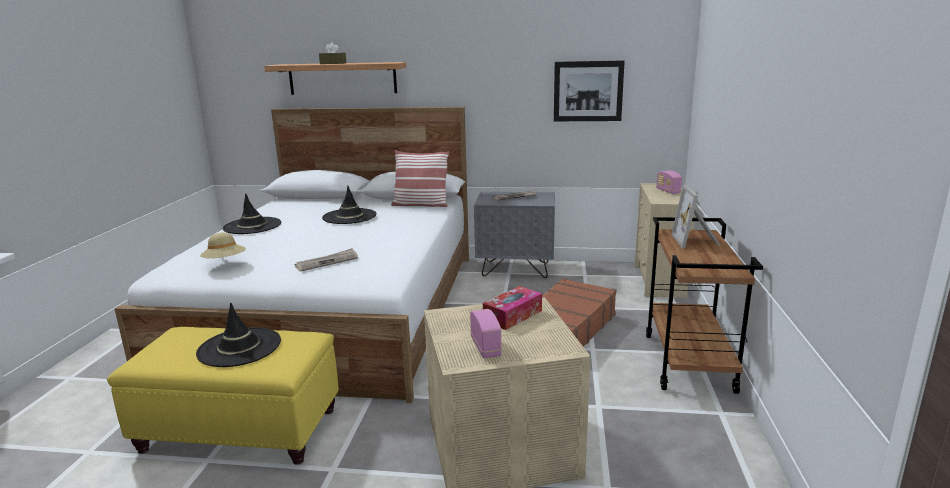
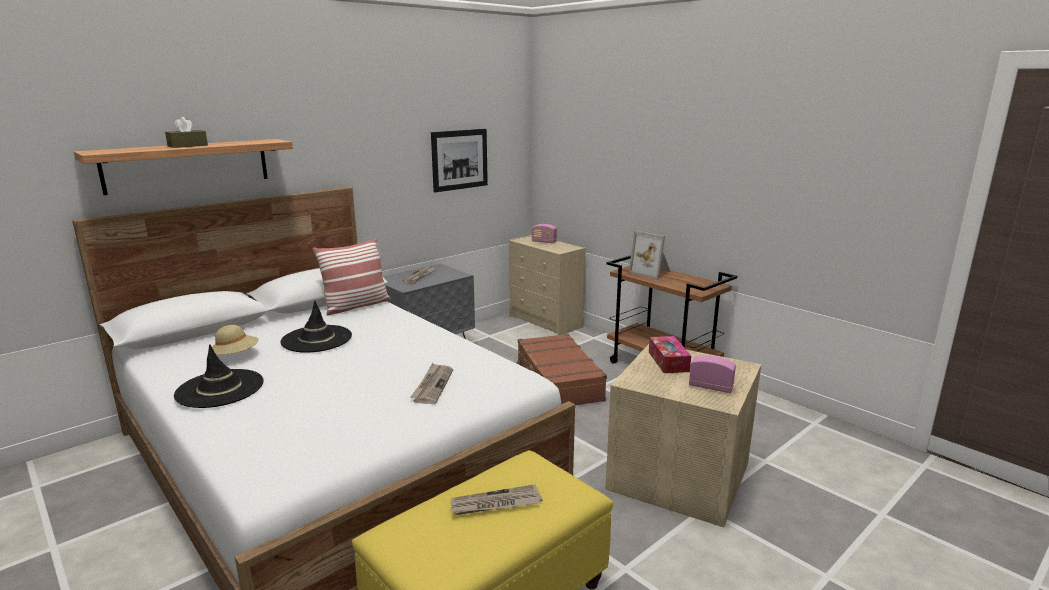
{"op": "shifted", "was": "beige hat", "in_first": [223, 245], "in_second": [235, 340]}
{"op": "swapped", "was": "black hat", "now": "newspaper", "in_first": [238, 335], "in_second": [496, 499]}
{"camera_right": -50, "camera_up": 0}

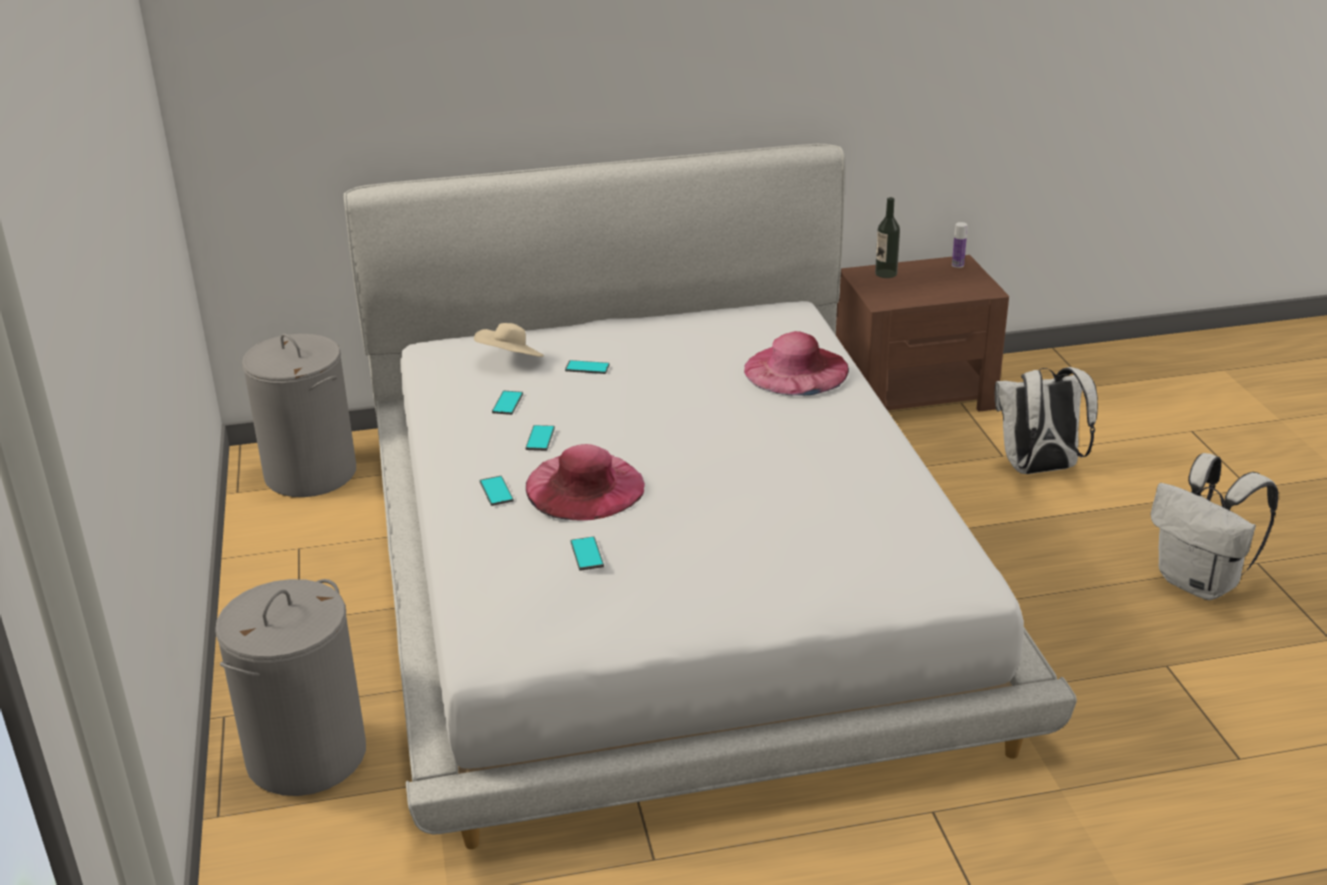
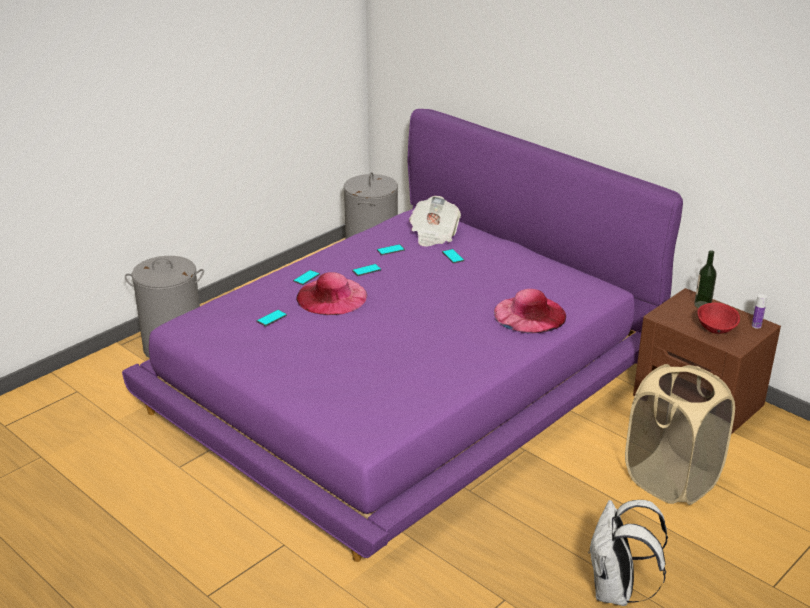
{"op": "repainted", "was": "white bed", "now": "purple bed", "in_first": [710, 496], "in_second": [402, 335]}
{"op": "swapped", "was": "beige hat", "now": "newspaper", "in_first": [509, 340], "in_second": [435, 221]}
{"op": "swapped", "was": "white backpack", "now": "beige laundry basket", "in_first": [1046, 420], "in_second": [680, 434]}
{"op": "new", "now": "red bowl", "in_second": [718, 318]}
{"camera_right": 55, "camera_up": 0}

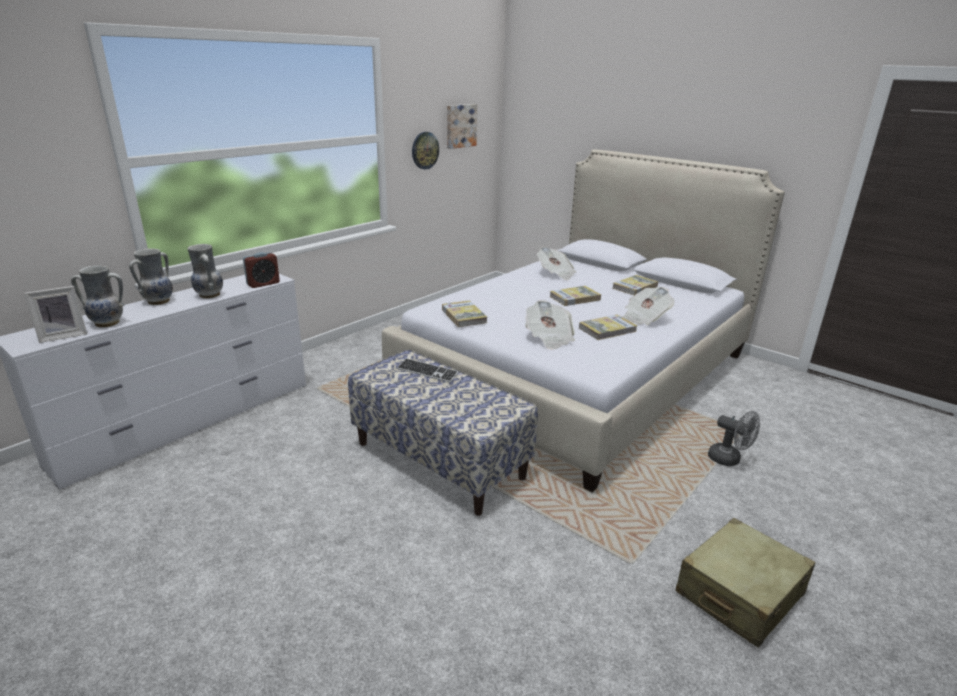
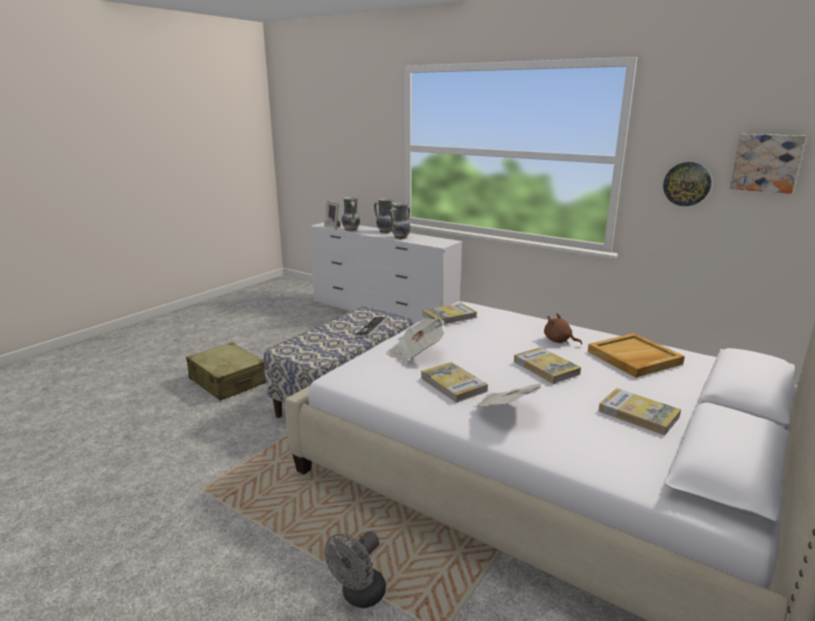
{"op": "swapped", "was": "newspaper", "now": "beige tray", "in_first": [556, 263], "in_second": [636, 355]}
{"op": "gone", "was": "alarm clock", "in_first": [261, 270]}
{"op": "shifted", "was": "beige suitcase", "in_first": [745, 582], "in_second": [226, 371]}
{"op": "new", "now": "brown plush toy", "in_second": [563, 329]}
{"camera_right": 85, "camera_up": -5}

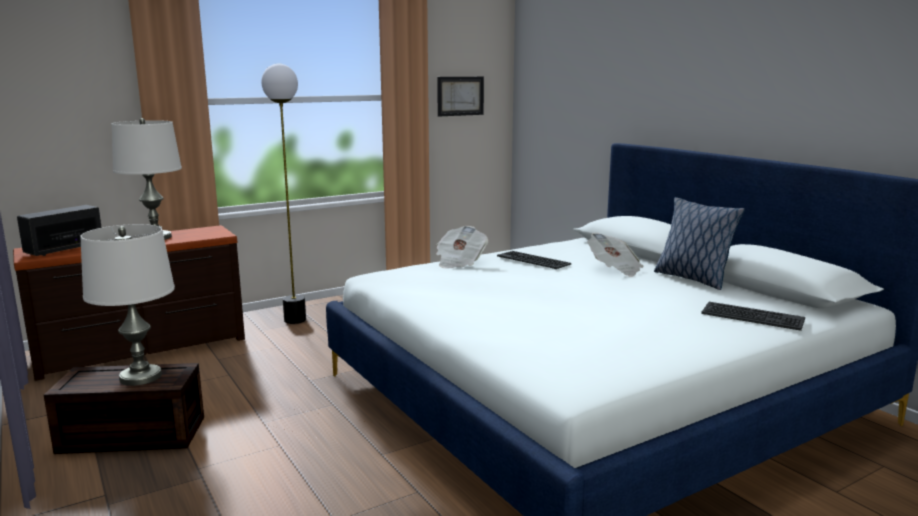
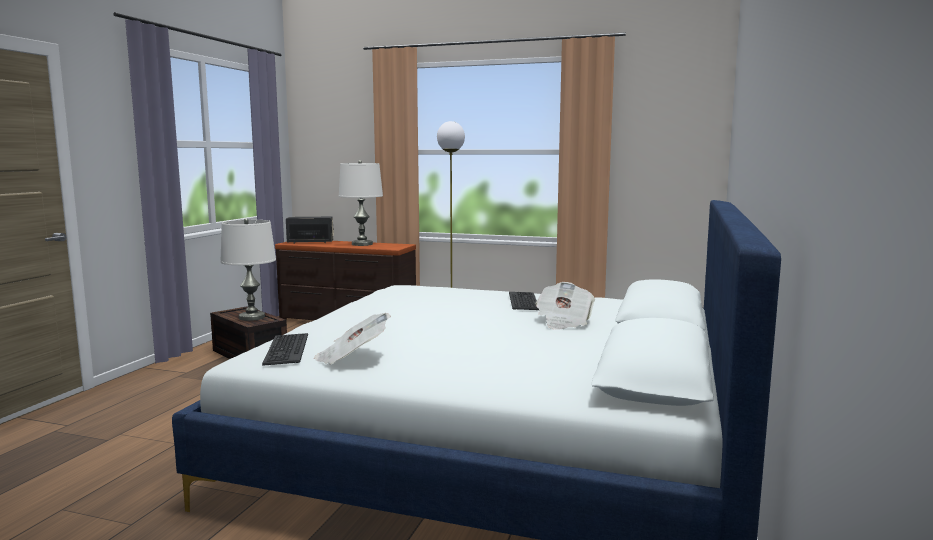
{"op": "gone", "was": "picture", "in_first": [460, 96]}
{"op": "gone", "was": "pillow", "in_first": [699, 243]}
{"op": "shifted", "was": "newspaper", "in_first": [462, 247], "in_second": [352, 339]}
{"op": "shifted", "was": "keyboard", "in_first": [753, 316], "in_second": [285, 349]}
{"camera_right": 50, "camera_up": -5}

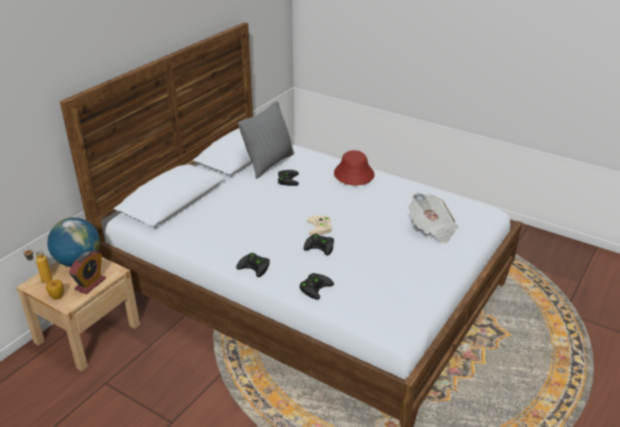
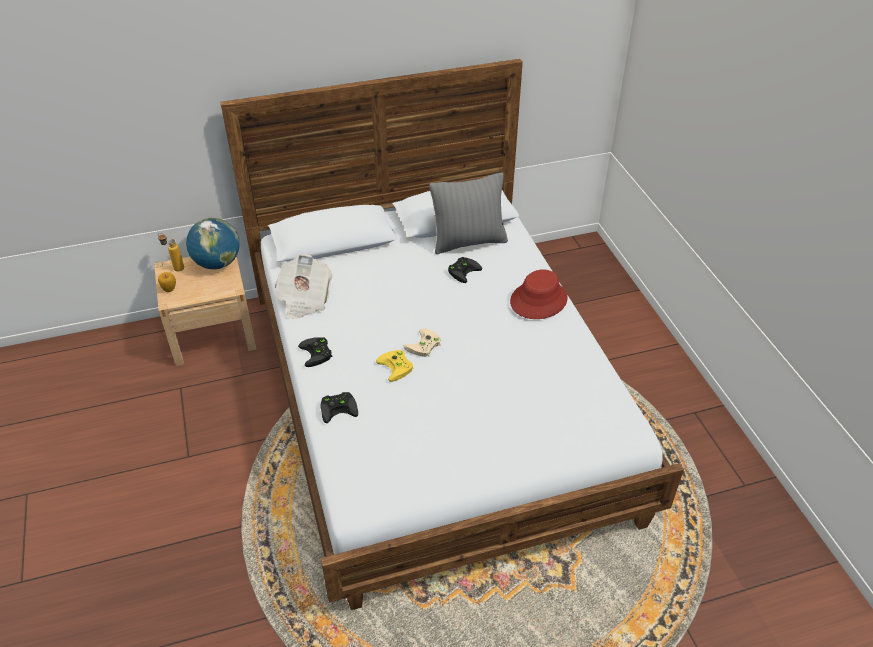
{"op": "shifted", "was": "newspaper", "in_first": [433, 218], "in_second": [304, 286]}
{"op": "repainted", "was": "black game controller", "now": "yellow game controller", "in_first": [318, 245], "in_second": [394, 366]}
{"op": "gone", "was": "alarm clock", "in_first": [87, 272]}
{"camera_right": 40, "camera_up": 10}

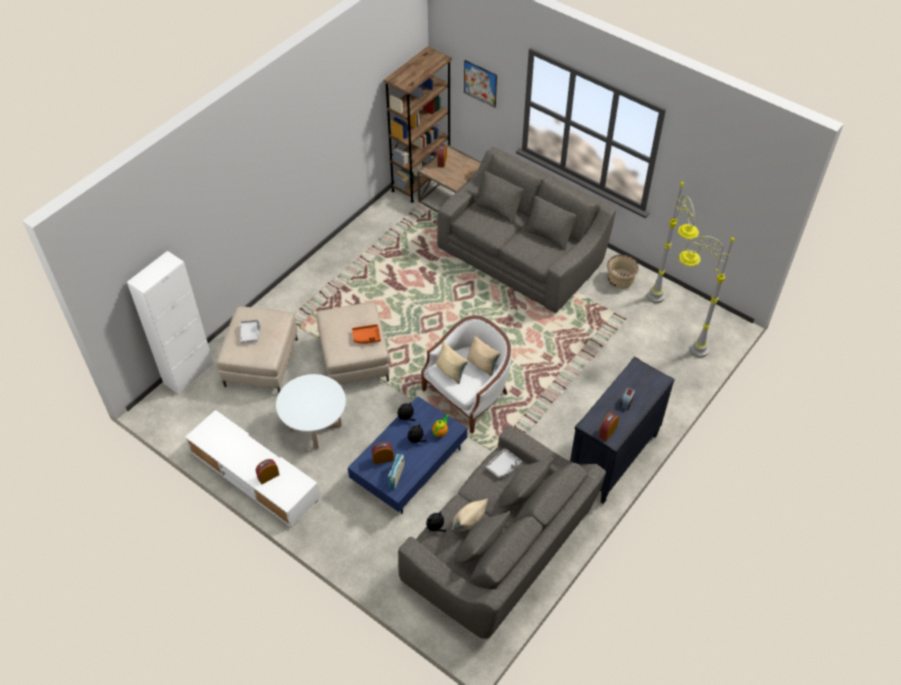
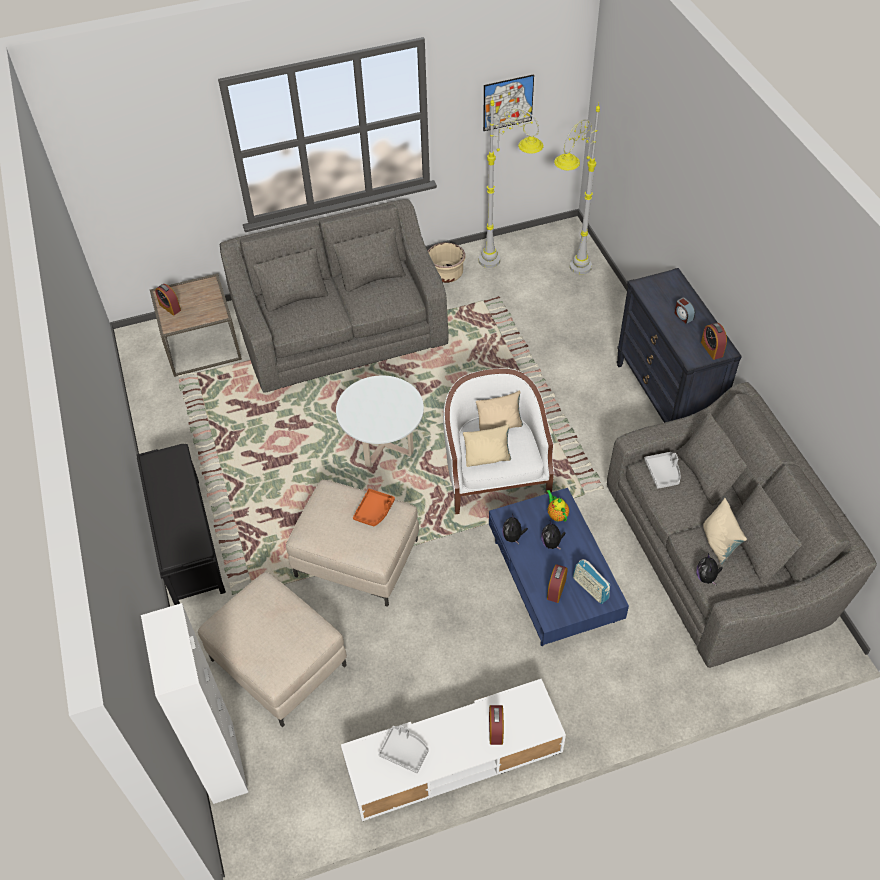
{"op": "gone", "was": "brown bookcase", "in_first": [417, 124]}
{"op": "shifted", "was": "picture", "in_first": [480, 84], "in_second": [508, 102]}
{"op": "shifted", "was": "grey tray", "in_first": [250, 331], "in_second": [403, 749]}
{"op": "shifted", "was": "white coffee table", "in_first": [311, 411], "in_second": [380, 421]}
{"op": "new", "now": "black bench", "in_second": [181, 524]}
{"camera_right": -55, "camera_up": 0}

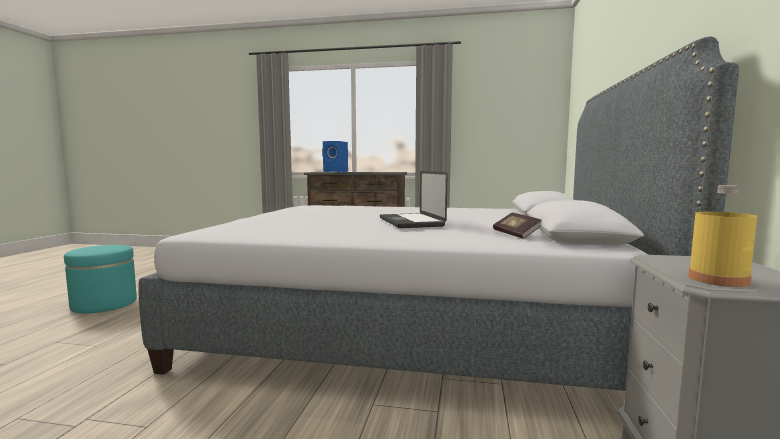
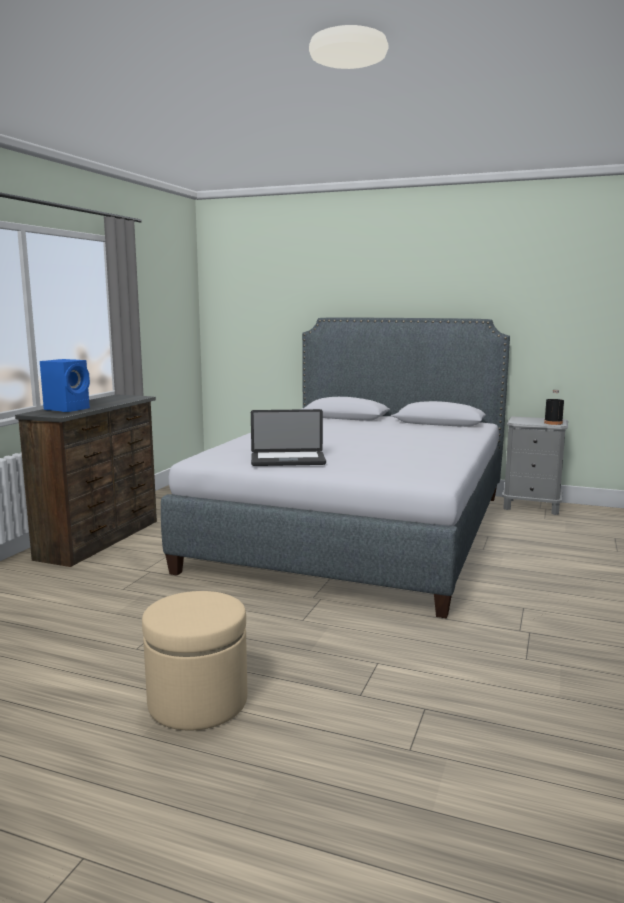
{"op": "shifted", "was": "laptop", "in_first": [413, 199], "in_second": [288, 437]}
{"op": "repainted", "was": "yellow bottle", "now": "black bottle", "in_first": [722, 236], "in_second": [554, 407]}
{"op": "gone", "was": "book", "in_first": [517, 226]}
{"op": "repainted", "was": "turquoise ottoman", "now": "beige ottoman", "in_first": [100, 279], "in_second": [194, 661]}
{"camera_right": -80, "camera_up": 5}

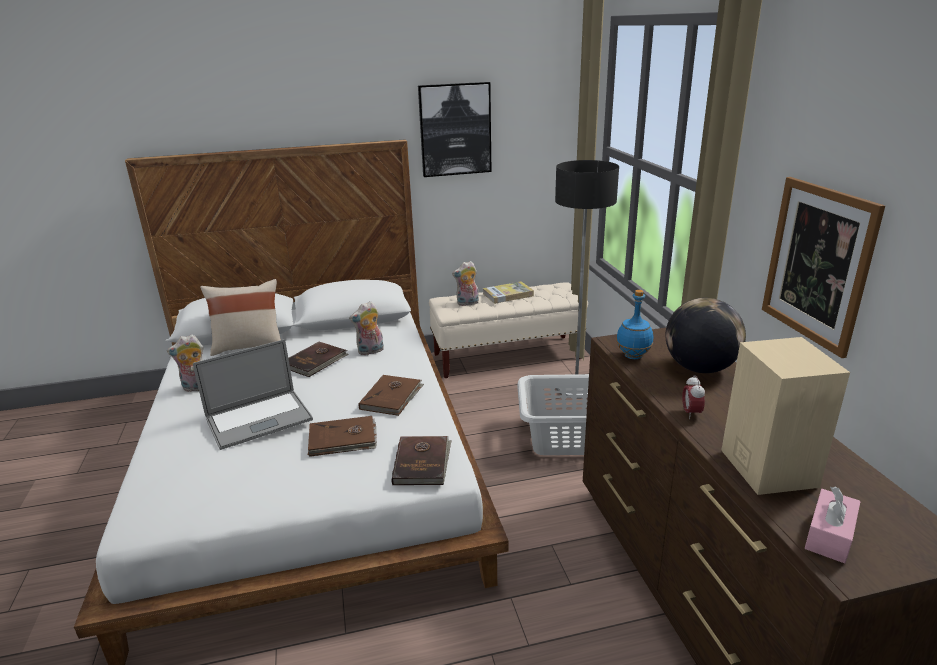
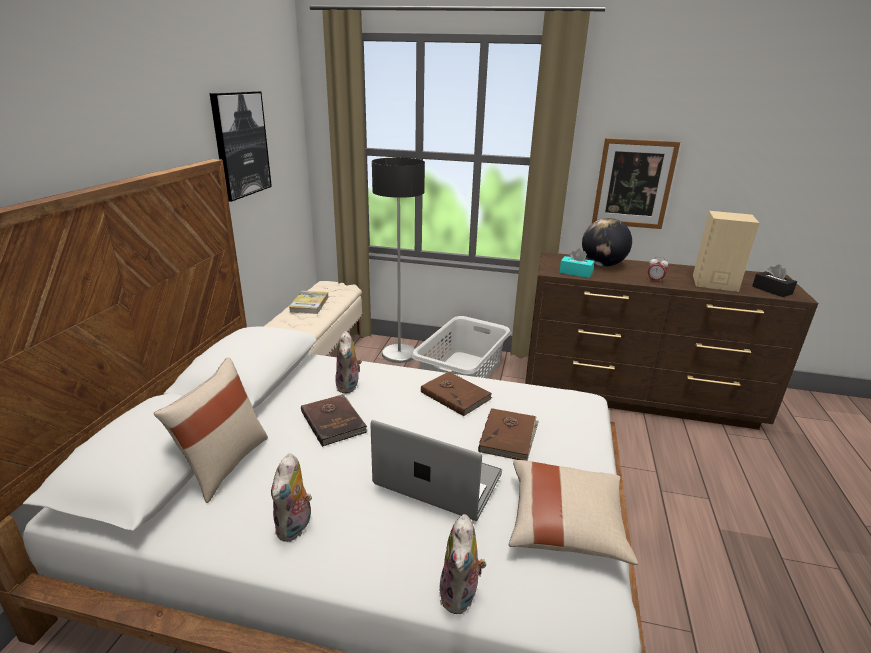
{"op": "shifted", "was": "plush toy", "in_first": [465, 283], "in_second": [463, 564]}
{"op": "swapped", "was": "blue bottle", "now": "turquoise tissue box", "in_first": [634, 324], "in_second": [577, 263]}
{"op": "rotated", "was": "laptop", "in_first": [253, 394], "in_second": [436, 470], "clockwise": -60}
{"op": "gone", "was": "brown book", "in_first": [422, 460]}
{"op": "repainted", "was": "pink tissue box", "now": "black tissue box", "in_first": [833, 525], "in_second": [774, 281]}
{"op": "new", "now": "beige pillow", "in_second": [573, 512]}
{"camera_right": -65, "camera_up": 0}

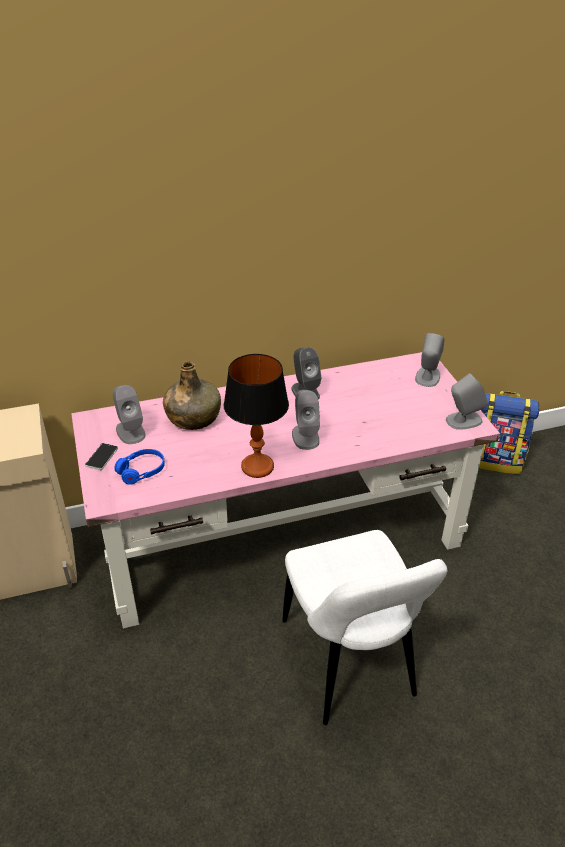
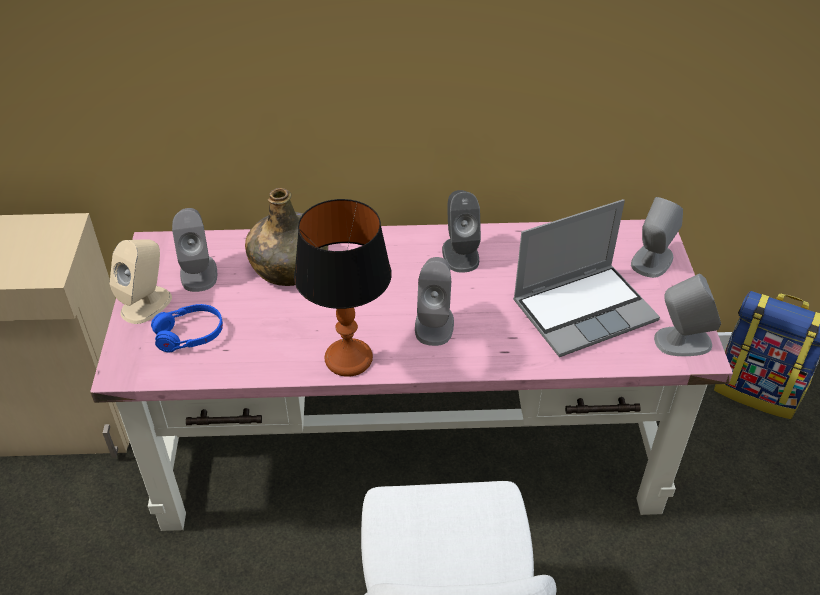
{"op": "swapped", "was": "phone", "now": "beige speaker", "in_first": [101, 456], "in_second": [141, 281]}
{"op": "new", "now": "laptop", "in_second": [586, 278]}
{"camera_right": 15, "camera_up": 5}

